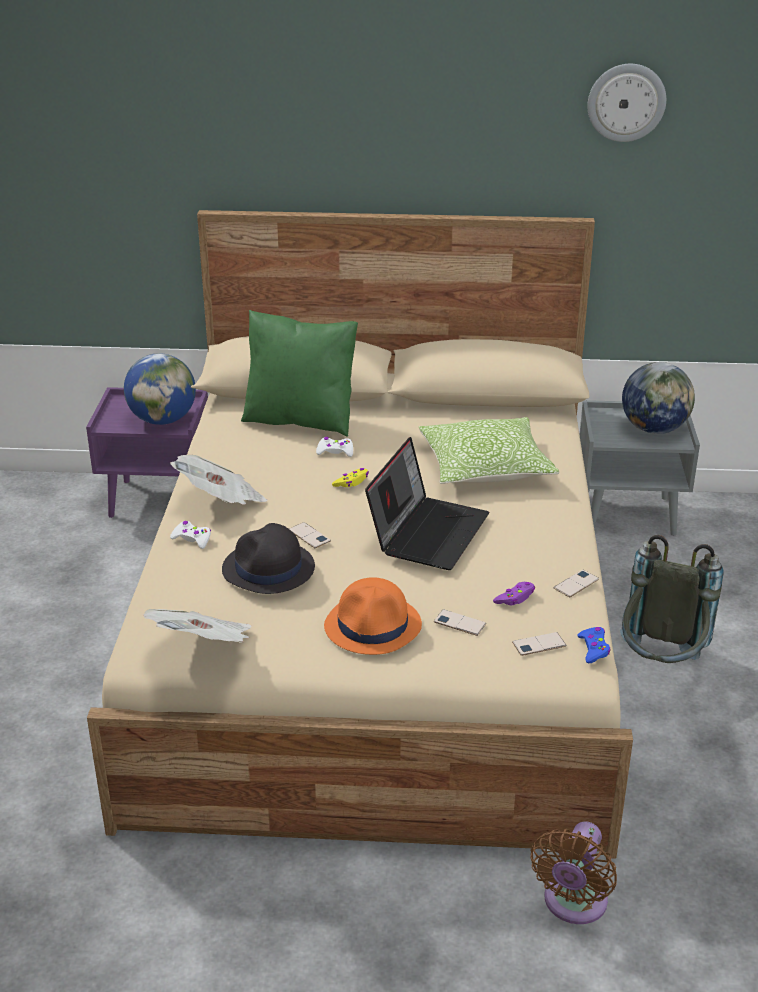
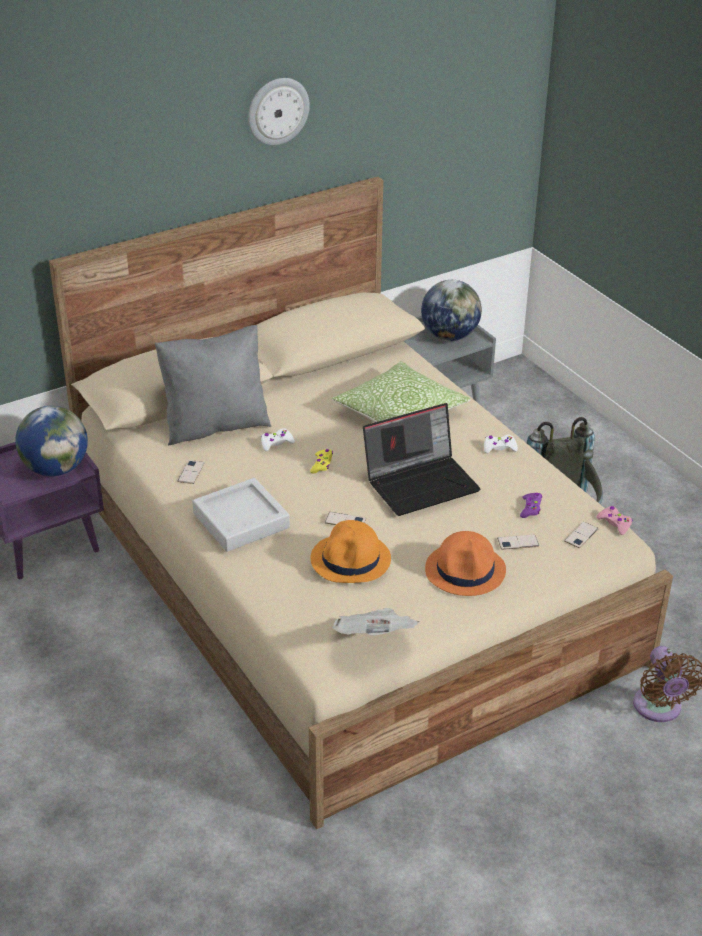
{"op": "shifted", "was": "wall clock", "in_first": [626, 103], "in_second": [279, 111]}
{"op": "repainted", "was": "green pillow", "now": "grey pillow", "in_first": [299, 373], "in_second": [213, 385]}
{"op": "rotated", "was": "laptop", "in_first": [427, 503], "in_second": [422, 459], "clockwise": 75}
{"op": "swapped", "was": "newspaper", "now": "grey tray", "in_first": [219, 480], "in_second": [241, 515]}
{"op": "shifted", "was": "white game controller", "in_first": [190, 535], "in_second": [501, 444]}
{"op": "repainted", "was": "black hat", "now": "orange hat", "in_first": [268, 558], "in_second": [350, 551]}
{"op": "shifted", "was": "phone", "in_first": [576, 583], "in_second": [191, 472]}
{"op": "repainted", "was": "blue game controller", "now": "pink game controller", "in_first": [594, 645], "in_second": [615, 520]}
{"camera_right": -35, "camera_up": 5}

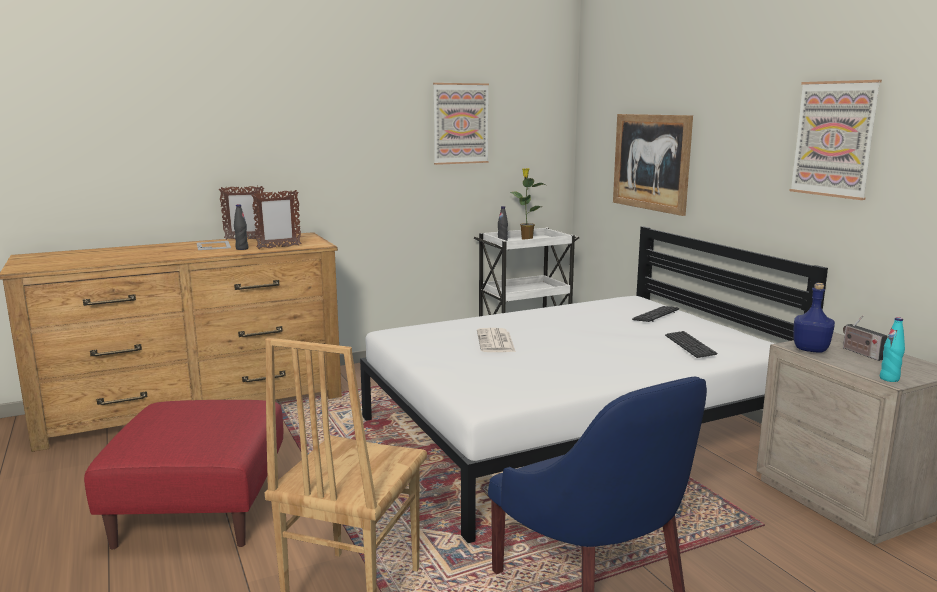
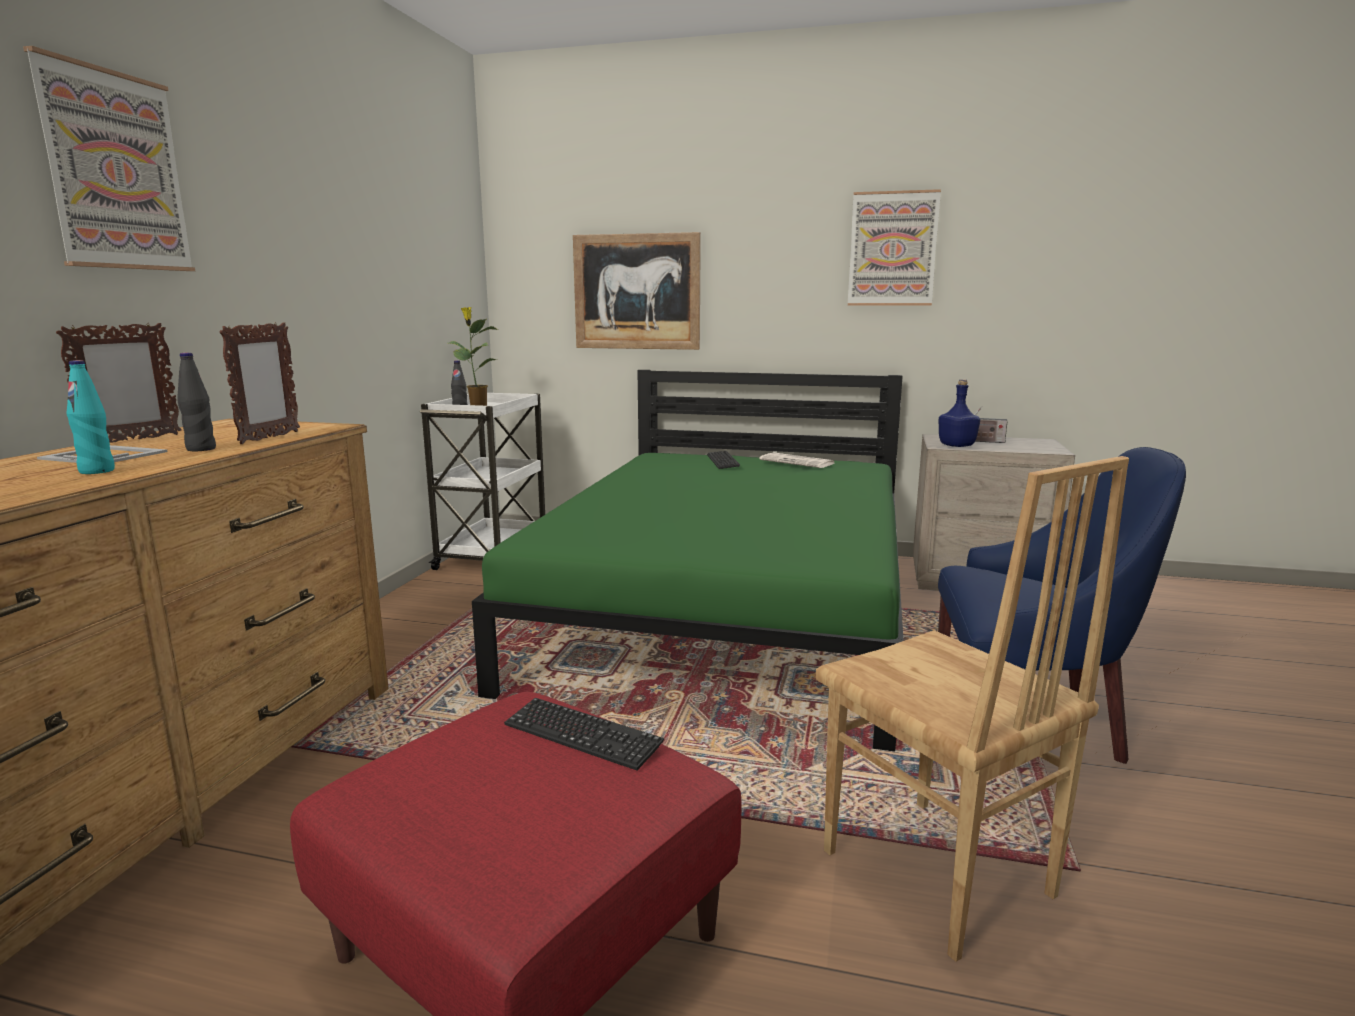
{"op": "shifted", "was": "picture", "in_first": [461, 124], "in_second": [109, 158]}
{"op": "repainted", "was": "white bed", "now": "green bed", "in_first": [594, 384], "in_second": [687, 561]}
{"op": "shifted", "was": "turquoise bottle", "in_first": [892, 349], "in_second": [90, 417]}
{"op": "shifted", "was": "newspaper", "in_first": [496, 340], "in_second": [796, 460]}
{"op": "shifted", "was": "keyboard", "in_first": [691, 344], "in_second": [584, 734]}
{"camera_right": -50, "camera_up": 0}

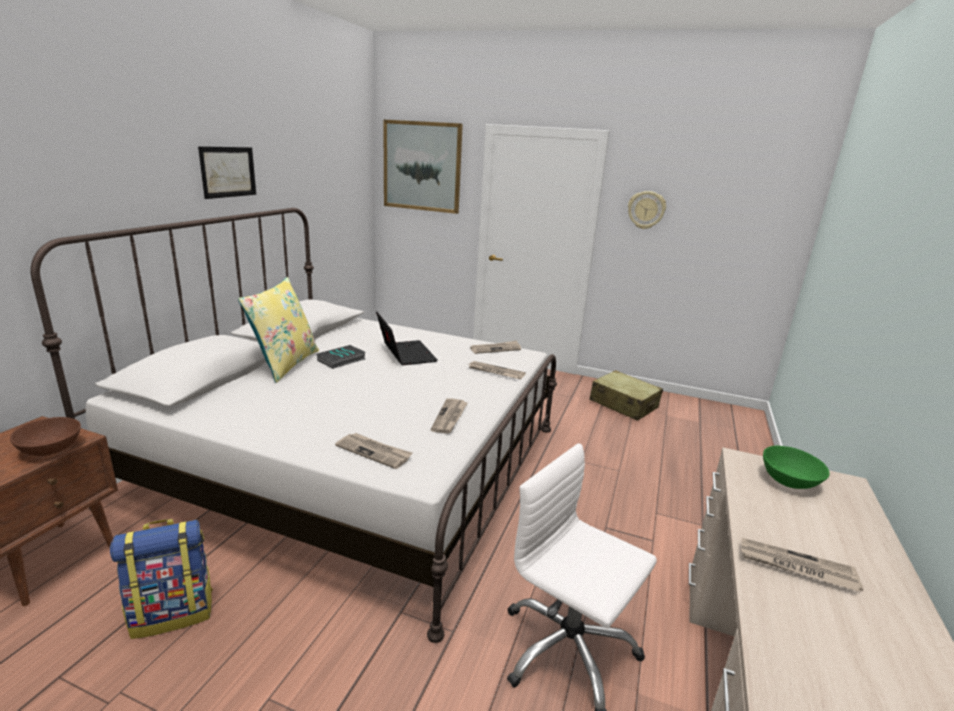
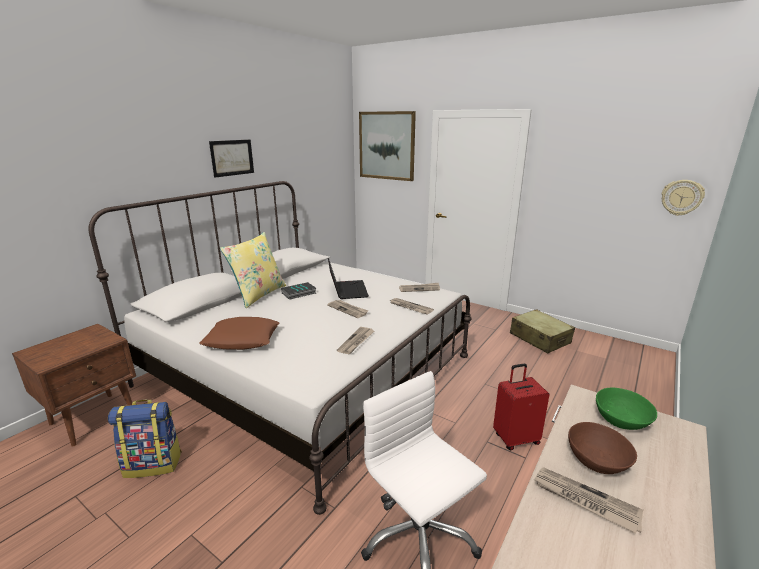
{"op": "shifted", "was": "wall clock", "in_first": [647, 210], "in_second": [683, 198]}
{"op": "shifted", "was": "brown bowl", "in_first": [45, 436], "in_second": [602, 448]}
{"op": "shifted", "was": "newspaper", "in_first": [373, 451], "in_second": [348, 309]}
{"op": "new", "now": "brown pillow", "in_second": [239, 333]}
{"op": "new", "now": "red suitcase", "in_second": [521, 407]}
{"camera_right": 15, "camera_up": 0}

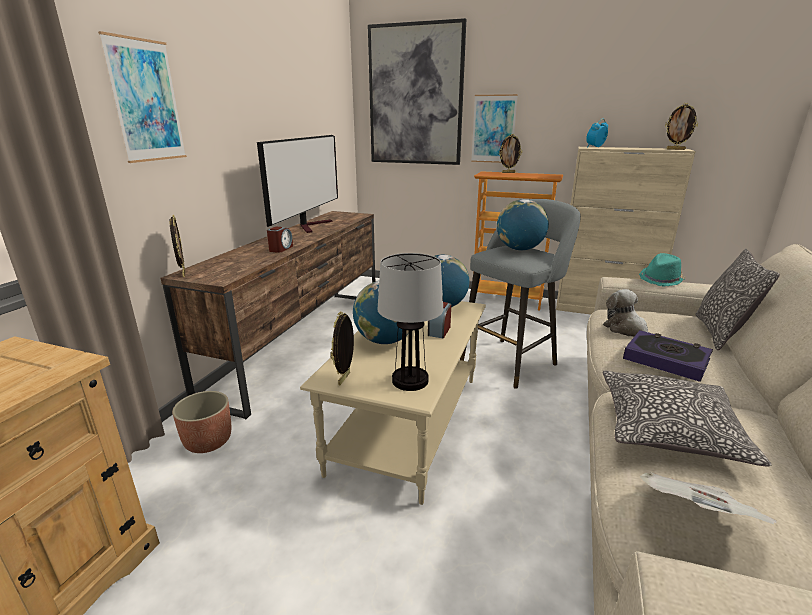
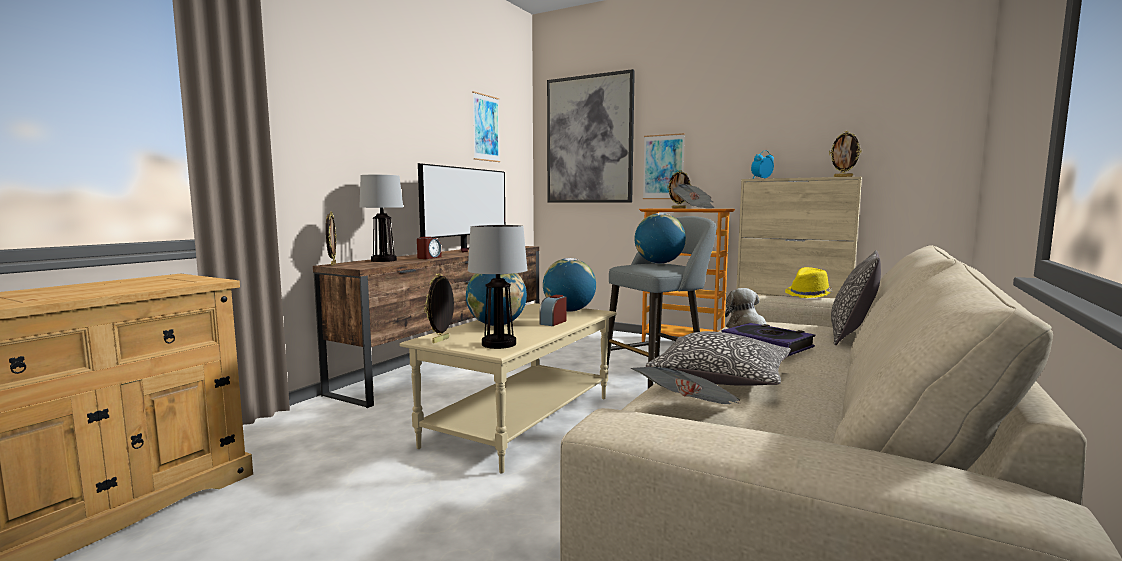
{"op": "shifted", "was": "picture", "in_first": [142, 97], "in_second": [486, 126]}
{"op": "repainted", "was": "turquoise hat", "now": "yellow hat", "in_first": [662, 270], "in_second": [809, 282]}
{"op": "gone", "was": "planter", "in_first": [201, 422]}
{"op": "new", "now": "table lamp", "in_second": [381, 218]}
{"op": "new", "now": "newspaper", "in_second": [693, 196]}
{"camera_right": 10, "camera_up": -15}

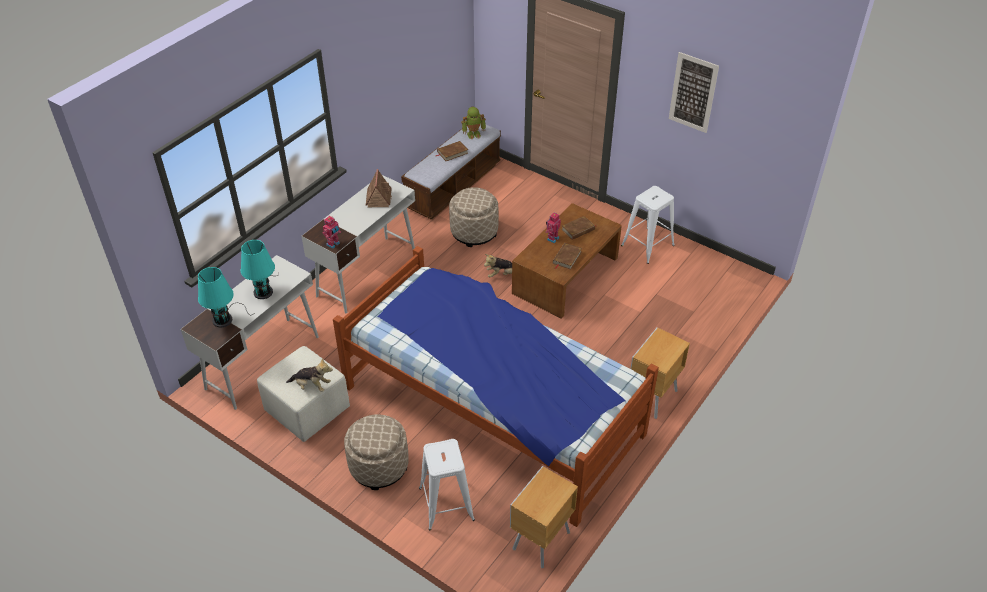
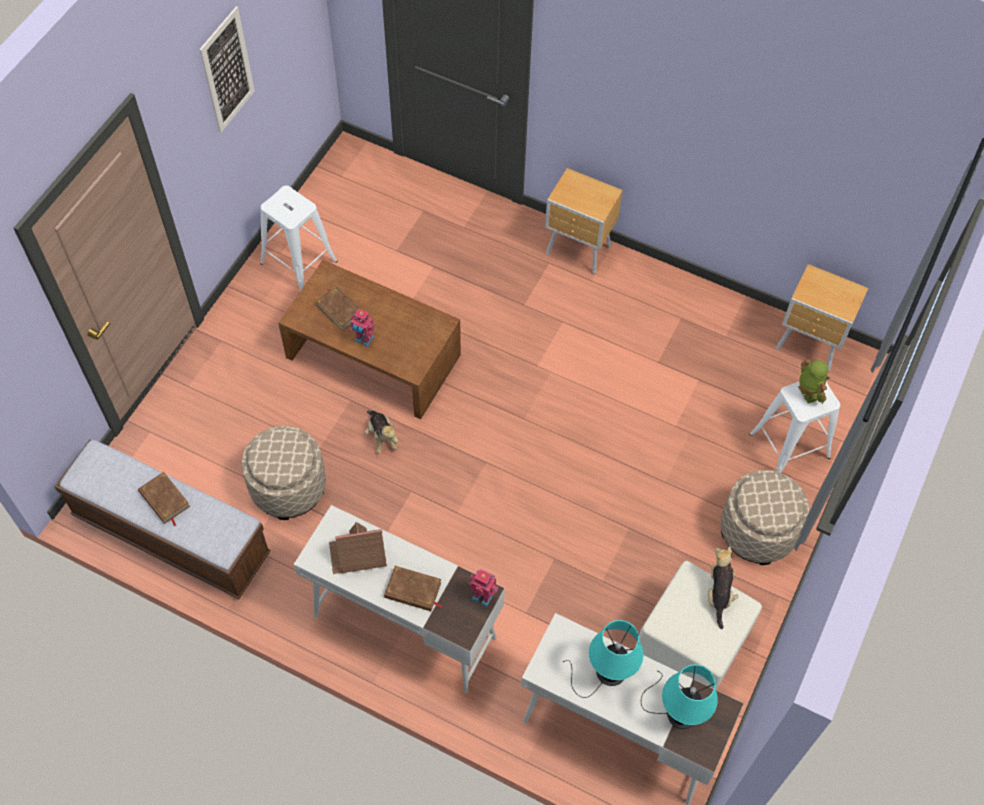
{"op": "shifted", "was": "toy robot", "in_first": [473, 123], "in_second": [814, 381]}
{"op": "shifted", "was": "brown book", "in_first": [567, 256], "in_second": [413, 588]}
{"op": "gone", "was": "bed", "in_first": [496, 386]}
{"camera_right": -100, "camera_up": 15}

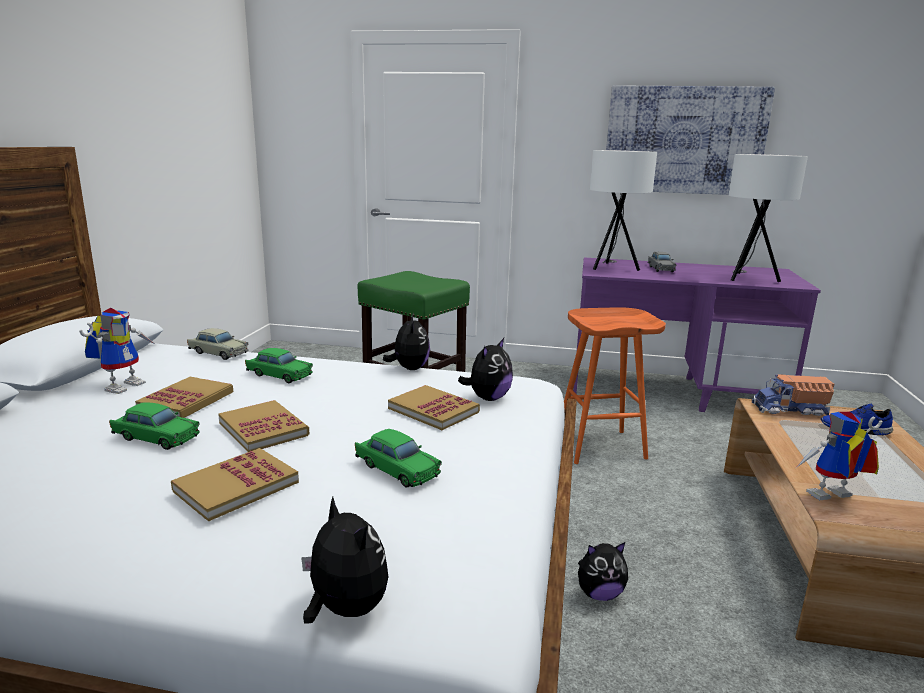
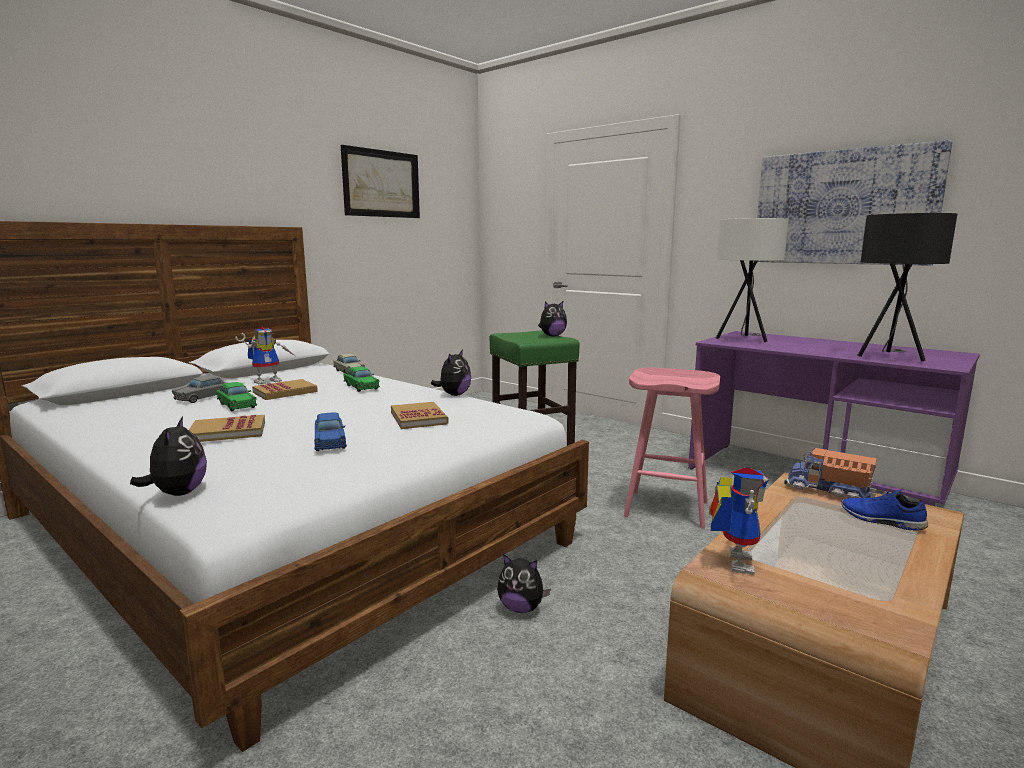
{"op": "repainted", "was": "white table lamp", "now": "black table lamp", "in_first": [768, 218], "in_second": [907, 287]}
{"op": "shifted", "was": "grey toy car", "in_first": [662, 262], "in_second": [199, 389]}
{"op": "repainted", "was": "orange stool", "now": "pink stool", "in_first": [615, 385], "in_second": [672, 448]}
{"op": "shifted", "was": "plush toy", "in_first": [485, 369], "in_second": [552, 319]}
{"op": "gone", "was": "book", "in_first": [263, 426]}
{"op": "rotated", "was": "toy robot", "in_first": [839, 456], "in_second": [739, 521], "clockwise": 90}
{"op": "repainted", "was": "green toy car", "now": "blue toy car", "in_first": [398, 458], "in_second": [330, 431]}
{"op": "new", "now": "picture", "in_second": [380, 181]}
{"camera_right": 30, "camera_up": -5}

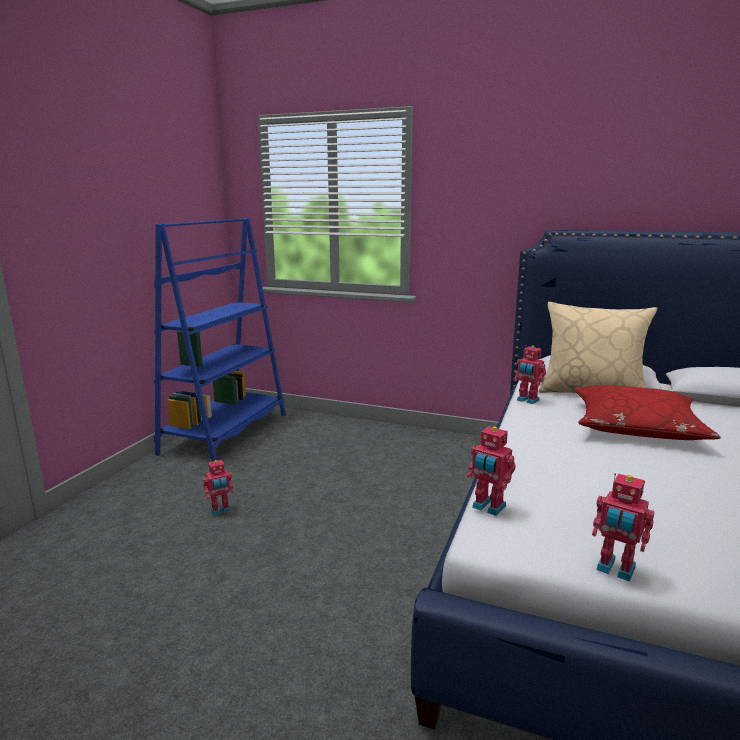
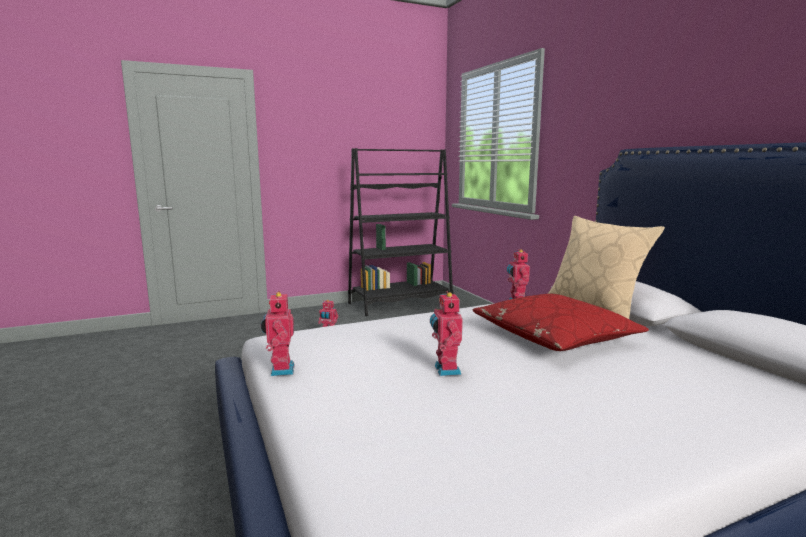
{"op": "repainted", "was": "blue bookcase", "now": "black bookcase", "in_first": [220, 340], "in_second": [401, 232]}
{"op": "shifted", "was": "toy robot", "in_first": [491, 470], "in_second": [446, 333]}
{"camera_right": 45, "camera_up": -5}

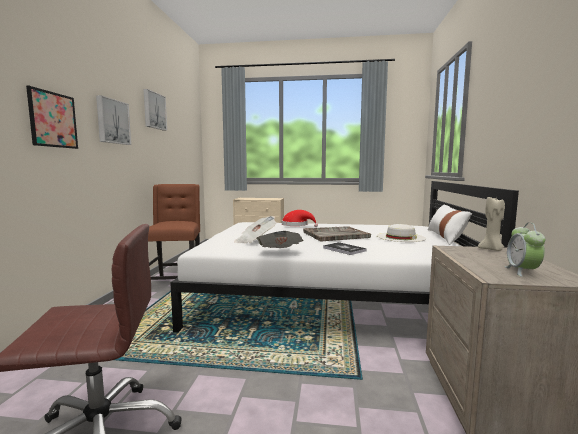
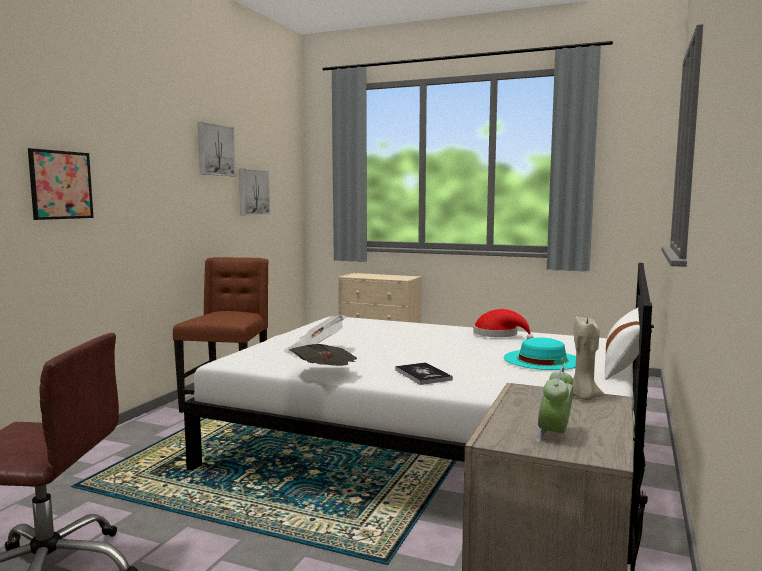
{"op": "shifted", "was": "picture", "in_first": [113, 120], "in_second": [254, 192]}
{"op": "shifted", "was": "red hat", "in_first": [300, 218], "in_second": [503, 324]}
{"op": "repainted", "was": "white hat", "now": "turquoise hat", "in_first": [401, 233], "in_second": [540, 354]}
{"op": "gone", "was": "grey tray", "in_first": [337, 234]}
{"camera_right": 15, "camera_up": 0}

